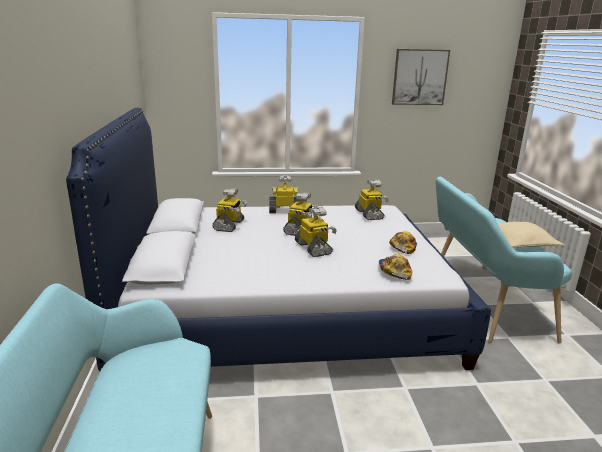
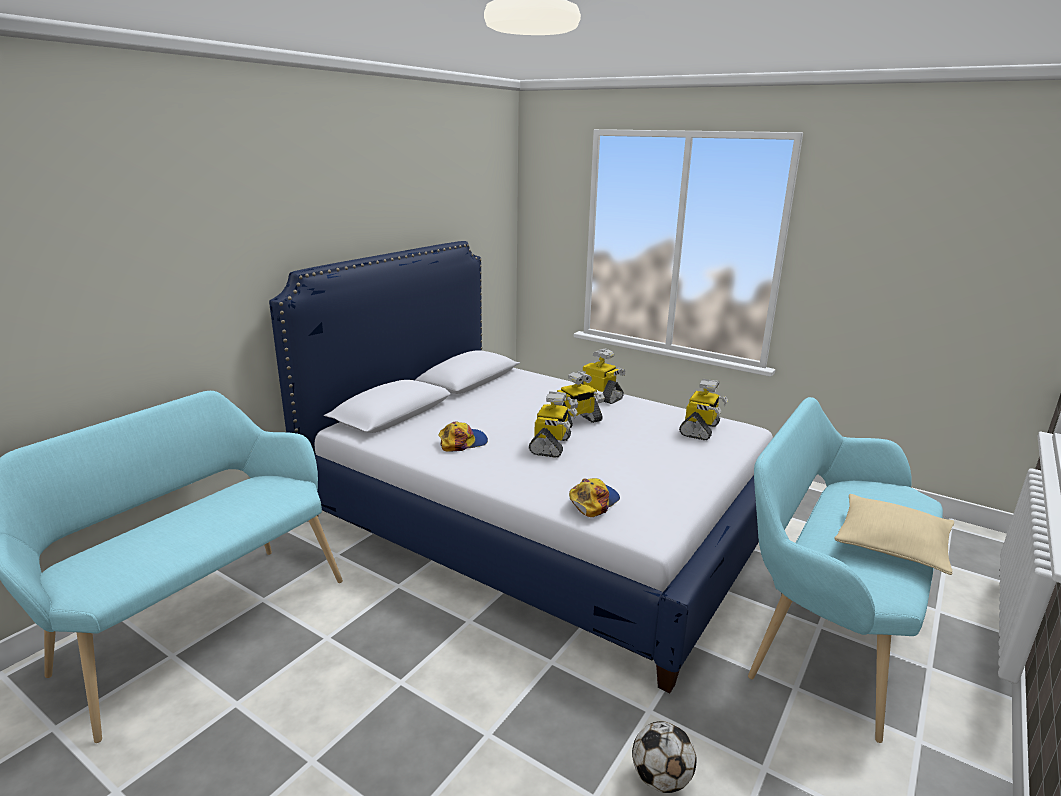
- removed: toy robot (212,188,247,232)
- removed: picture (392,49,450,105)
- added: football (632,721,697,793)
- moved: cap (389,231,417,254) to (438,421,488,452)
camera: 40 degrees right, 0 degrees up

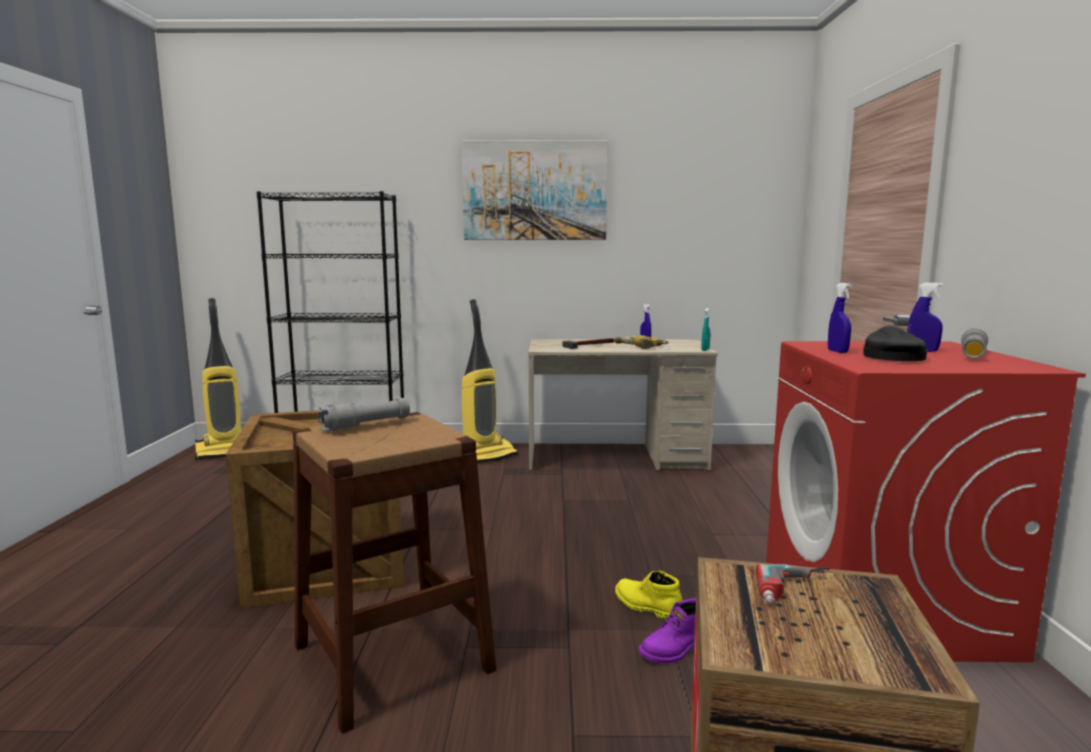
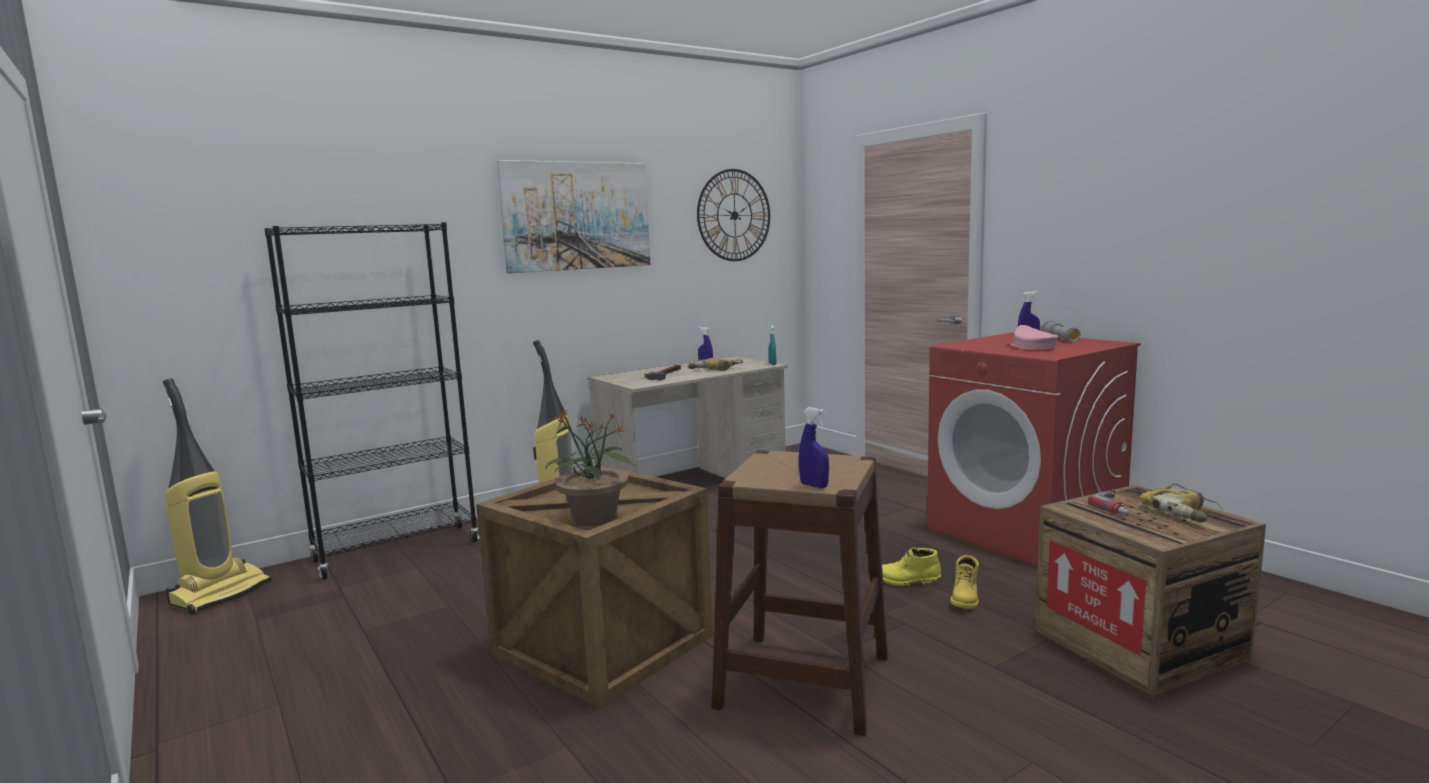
- removed: grey flashlight (318,398,410,431)
- added: potted plant (545,409,637,526)
- added: wall clock (697,169,770,261)
- added: power drill (1140,484,1224,523)
- moved: blue spray bottle (828,283,852,353) to (799,407,829,488)
- recoloured: purple boot (638,598,696,663) to yellow boot (950,555,979,609)
- recoloured: black cap (863,326,927,361) to pink cap (1006,325,1058,350)
camera: 35 degrees left, 0 degrees up

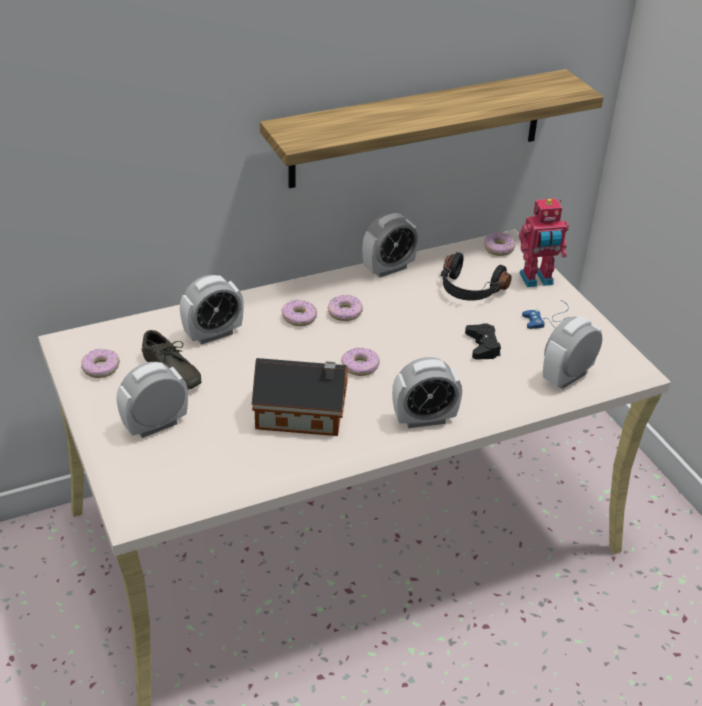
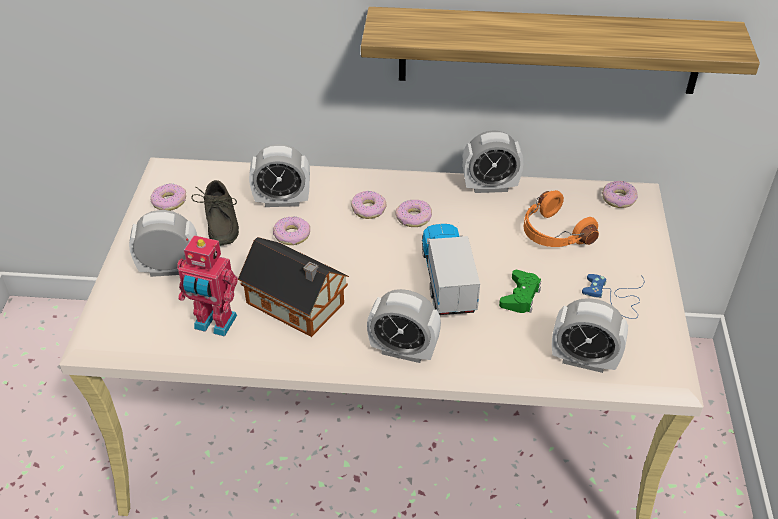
- added: toy truck (422,224,480,315)
- moved: donut (341,347,380,376) to (273,216,310,245)
- moved: toy robot (519,198,569,287) to (177,235,238,337)
- recoloured: black headphones (441,252,512,301) to orange headphones (524,190,599,247)
- recoloured: black game controller (465,323,501,359) to green game controller (499,270,541,313)
- turned: alarm clock (543,316,603,389) = (552,298,628,373) 150 degrees counterclockwise
camera: 30 degrees right, 5 degrees up

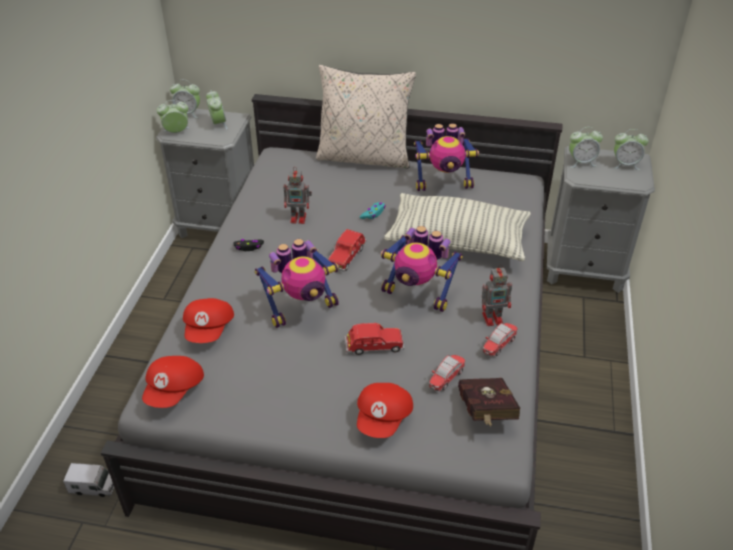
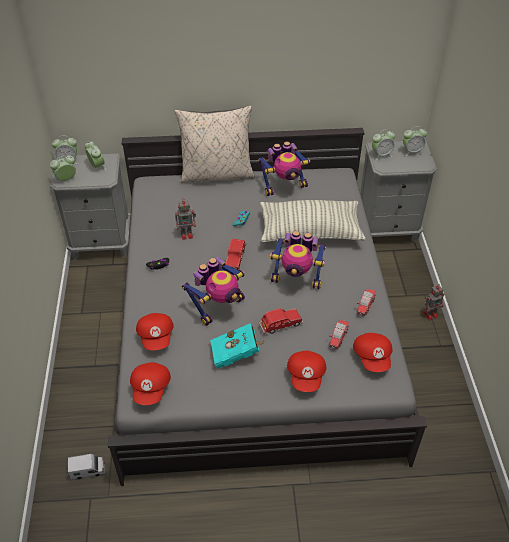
- added: turquoise book (210,323,265,368)
- moved: toy robot (482,265,512,326) to (423,285,444,320)
- replaced: red book (458,378,520,427) to red cap (353,333,393,372)
camera: 15 degrees left, 5 degrees up

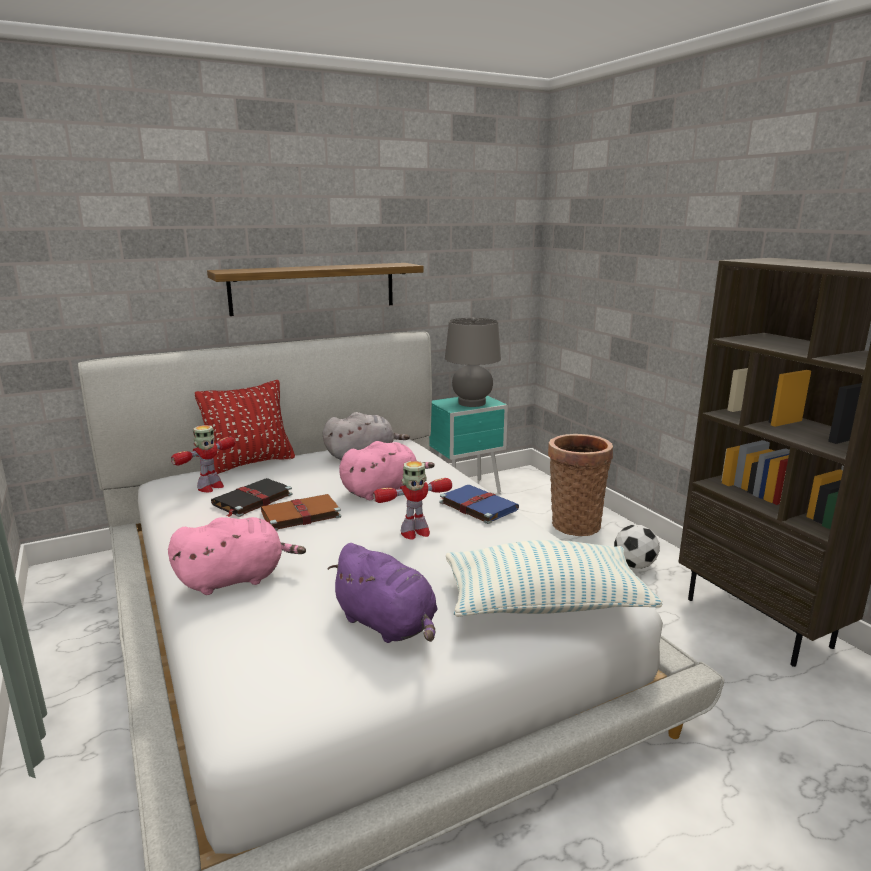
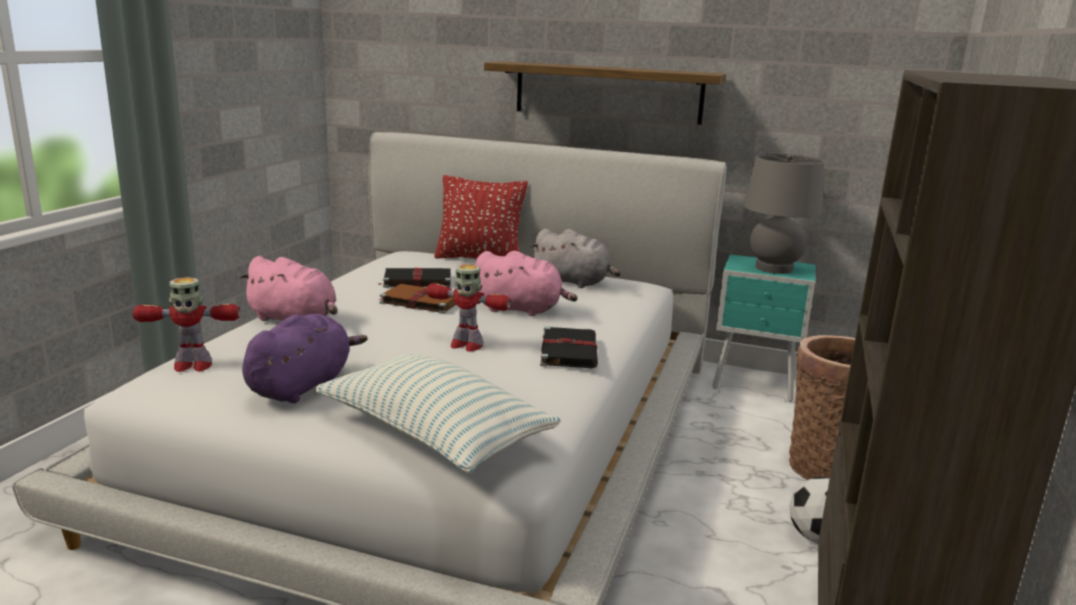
- moved: toy robot (171,425,235,492) to (133,277,240,372)
- recoloured: blue book (439,485,519,524) to black book (540,326,598,369)
- turned: purple plush toy (327,543,438,643) = (242,314,368,403) 150 degrees counterclockwise
camera: 45 degrees right, 0 degrees up

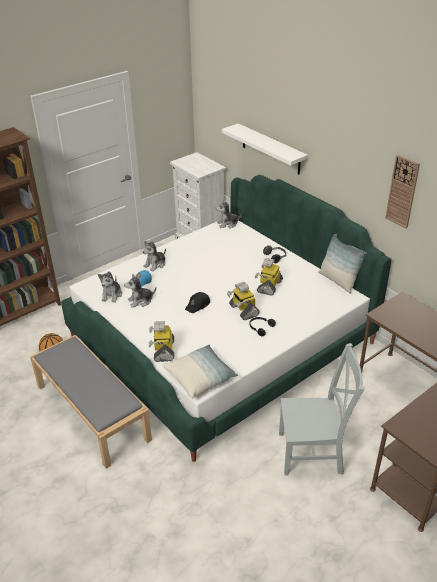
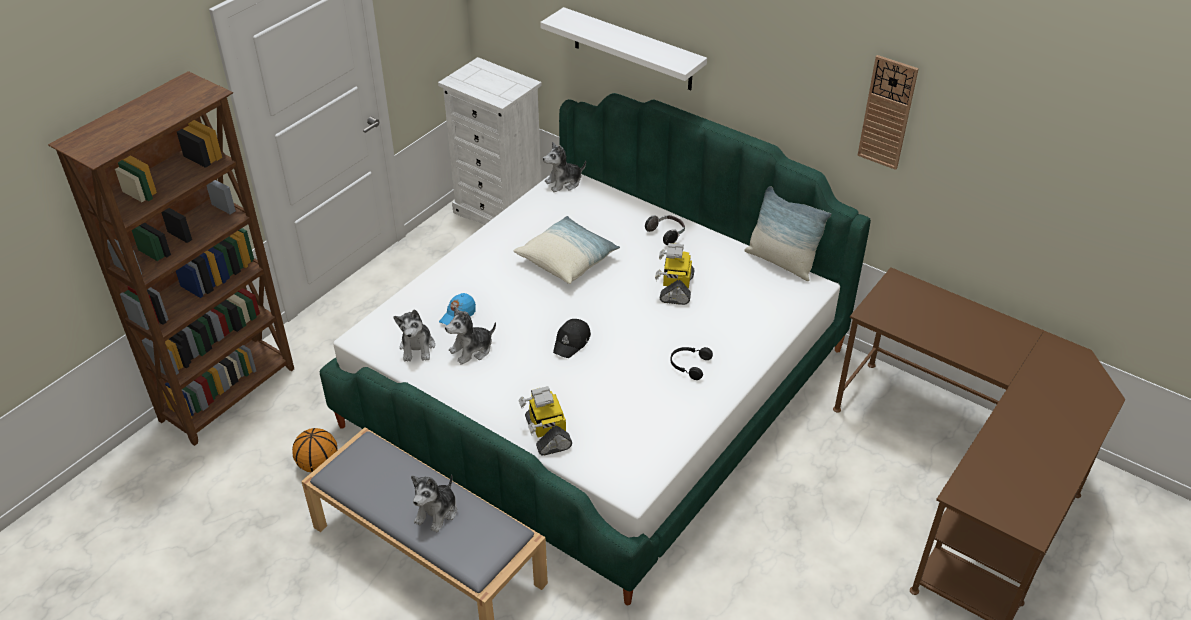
- removed: toy robot (227,282,259,321)
- removed: grey chair (279,343,365,475)
- moved: plush toy (143,241,166,272) to (411,474,457,532)
- moved: pillow (162,345,238,399) to (514,216,620,284)
camera: 15 degrees left, 5 degrees up

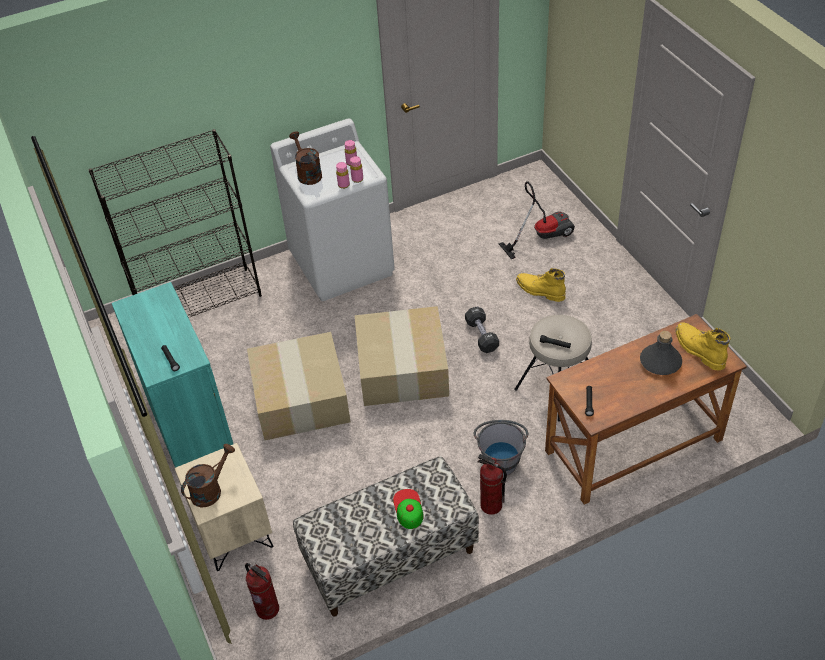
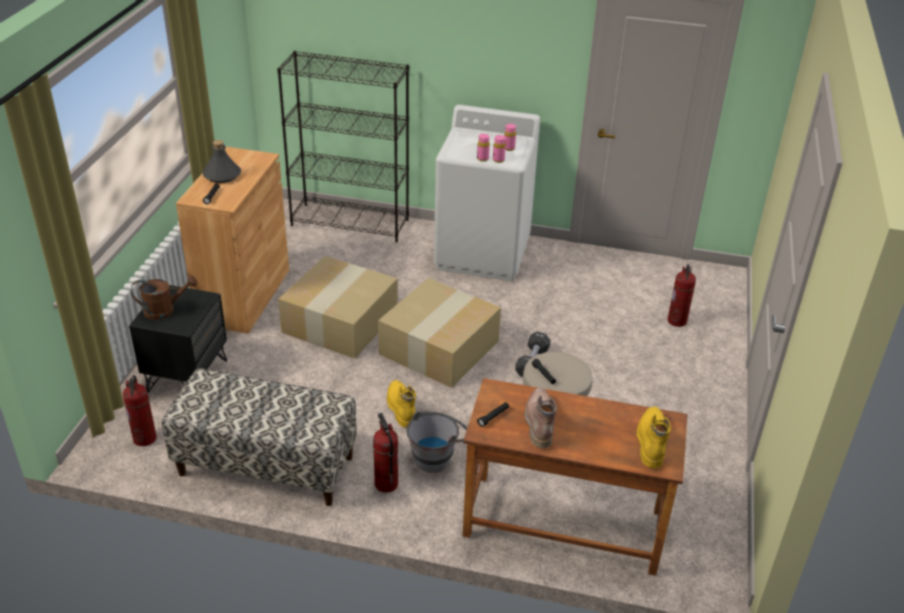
- removed: brown watering can (289,131,322,185)
- removed: cap (393,489,424,529)
- added: brown boot (524,388,557,449)
- moved: yellow boot (516,268,566,302) to (387,380,416,428)
- moved: grey bottle (640,331,682,375) to (202,140,241,183)
- replaced: vacuum cleaner (499,181,575,260) to fire extinguisher (667,264,696,327)
- recoloured: turquoise cabinet (112,282,233,468) to brown cabinet (176,147,289,334)
- recoloured: beige nightstand (175,443,273,571) to black nightstand (129,285,227,393)
camera: 35 degrees right, 10 degrees down

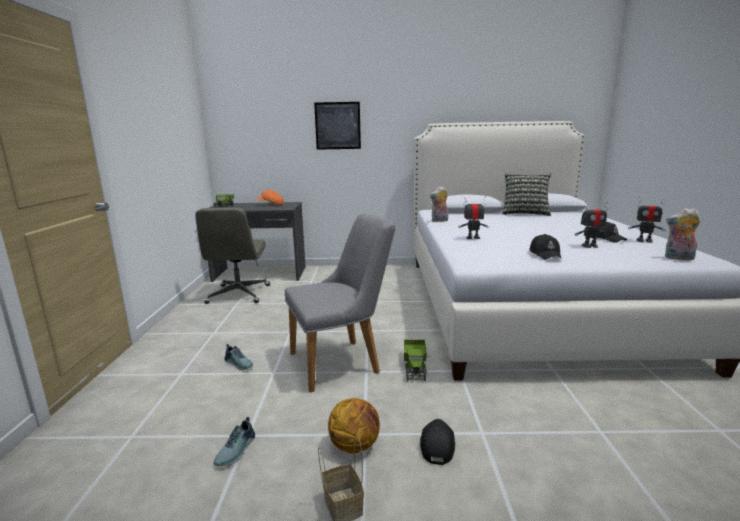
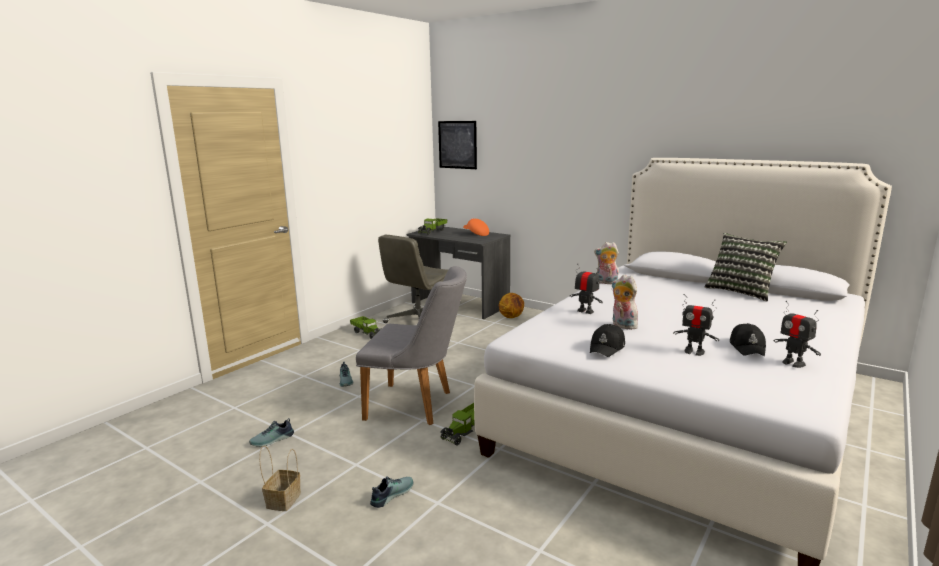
- added: toy truck (350,316,381,339)
- moved: picture (314,102,361,150) to (438,121,477,169)
- moved: basketball (328,398,380,453) to (499,293,524,318)
- moved: plush toy (665,208,700,260) to (612,274,638,330)
- replaced: black cap (420,419,455,465) to shoe (370,476,413,508)
camera: 35 degrees right, 0 degrees up

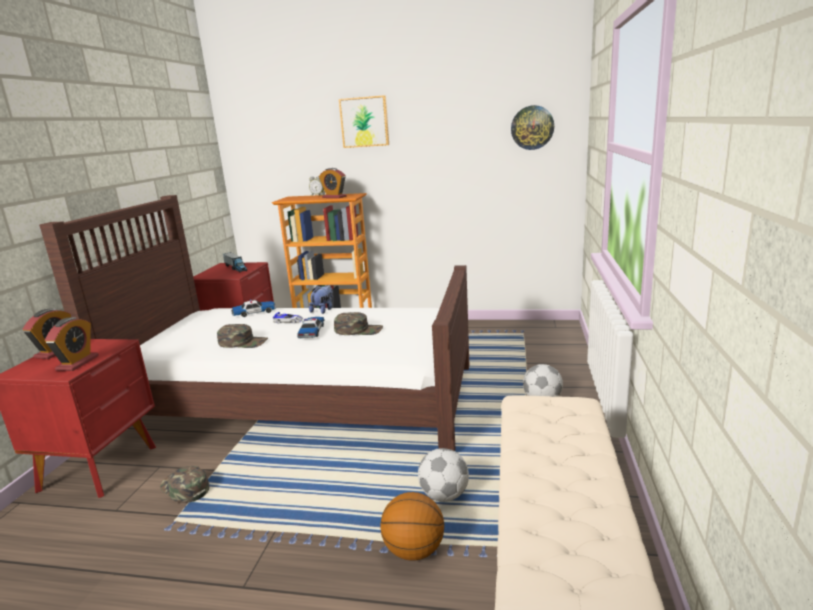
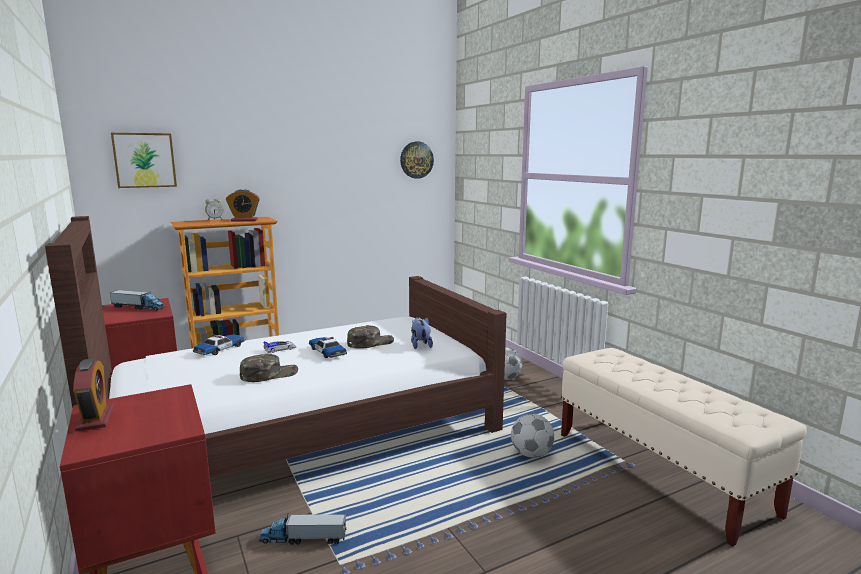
- removed: alarm clock (45,317,99,371)
- removed: basketball (380,492,444,561)
- moved: plush toy (309,285,333,314) to (411,317,433,349)
- moved: picture (339,95,389,148) to (111,133,177,188)
- replaced: green cap (160,466,209,503) to toy truck (259,513,347,545)
camera: 40 degrees left, 5 degrees down

